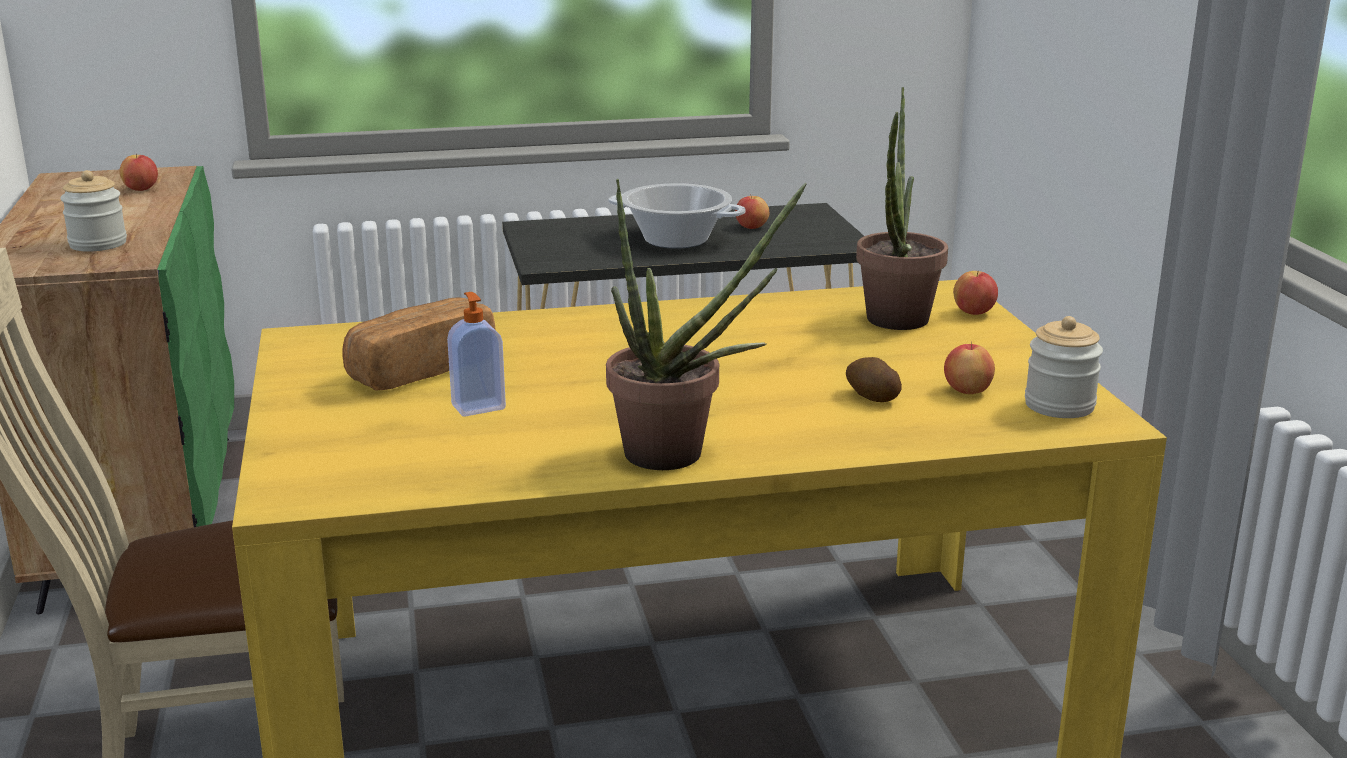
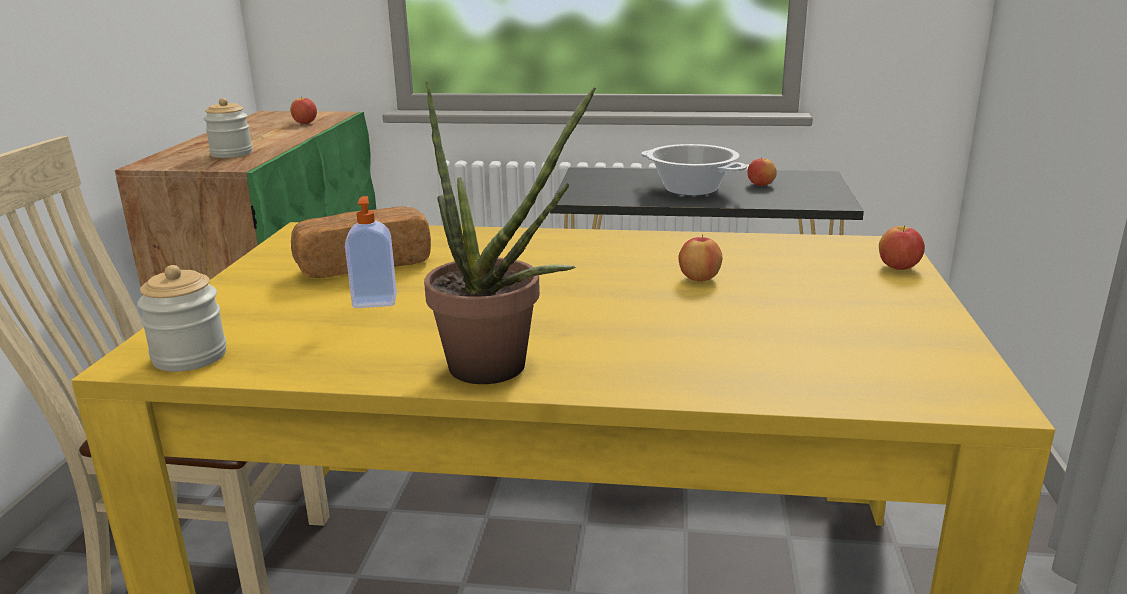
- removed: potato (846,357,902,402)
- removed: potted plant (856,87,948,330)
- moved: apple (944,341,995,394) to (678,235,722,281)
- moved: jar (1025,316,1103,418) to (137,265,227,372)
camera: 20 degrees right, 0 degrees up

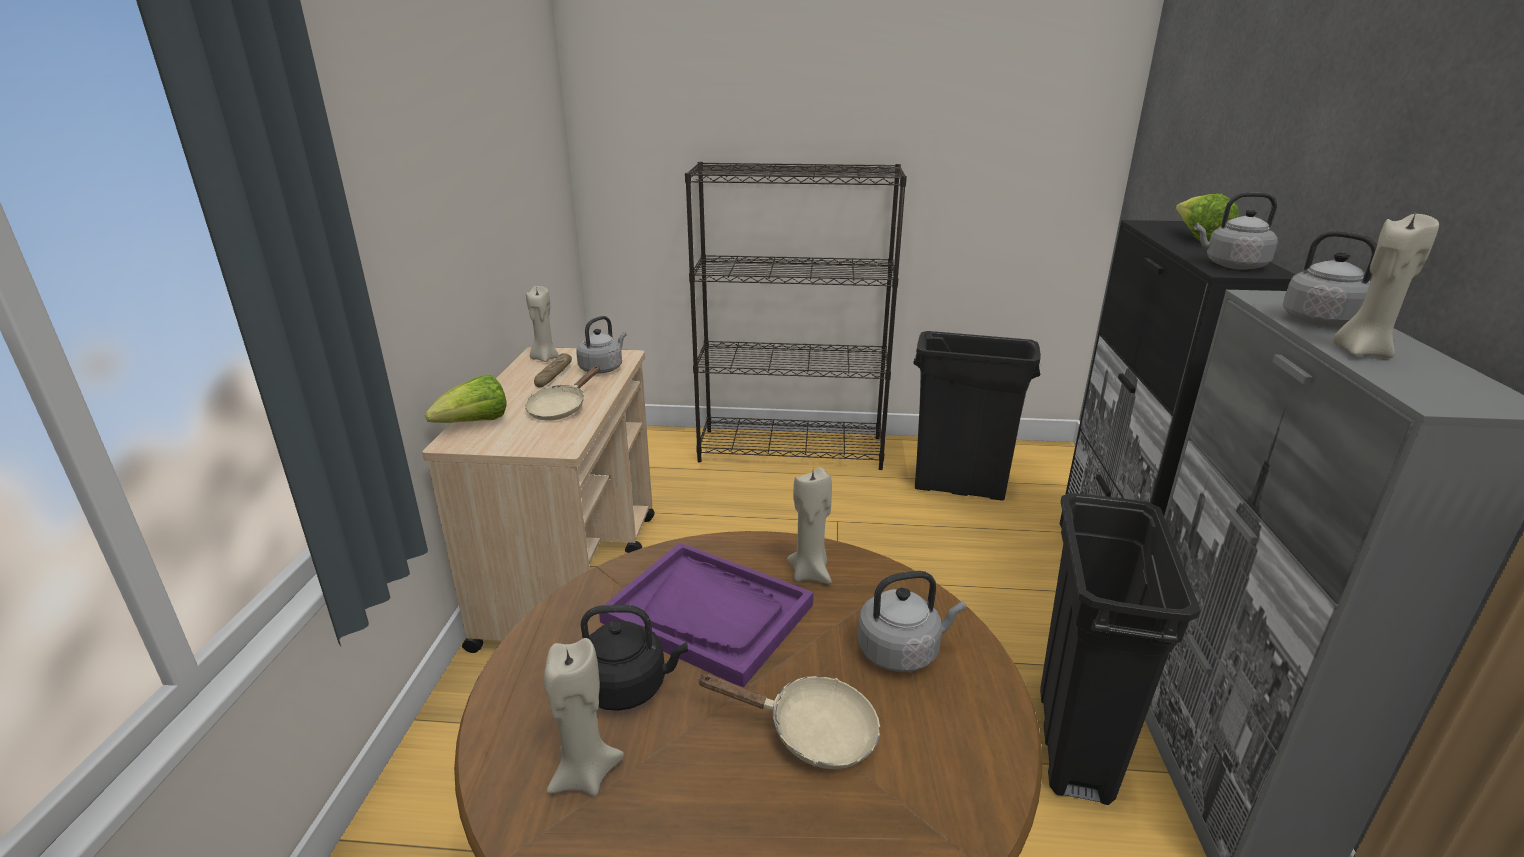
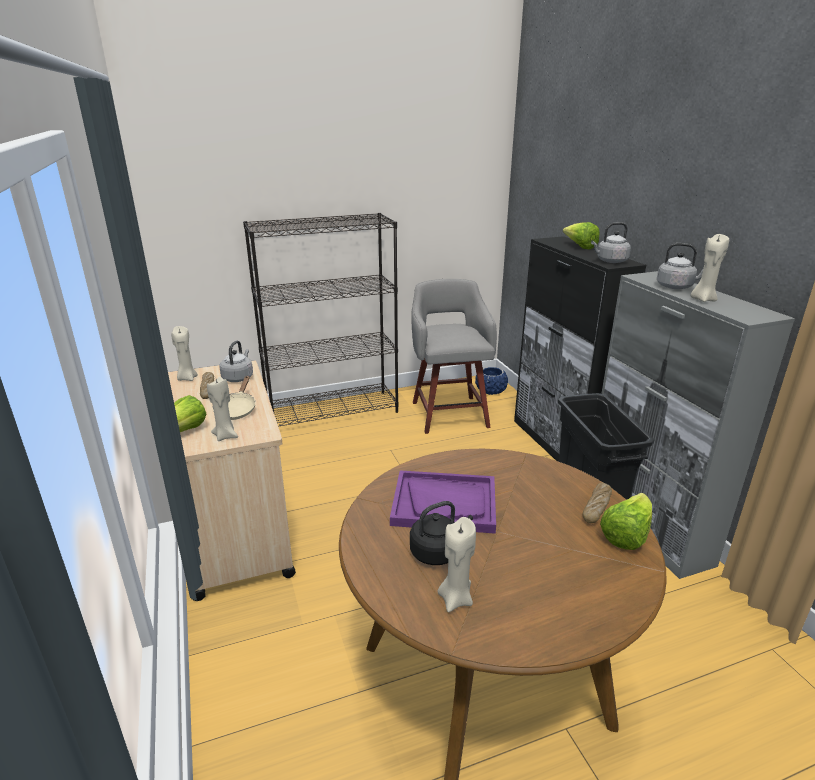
- removed: beige frying pan (697,673,880,769)
- removed: grey kettle (857,571,966,672)
- added: blue planter (475,367,508,395)
- added: bread (583,482,612,523)
- added: lettuce (600,493,652,550)
- moved: beige candle (787,467,832,584) to (207,377,238,441)
- replaced: black trash can (913,331,1041,501) to grey stool (411,279,497,434)
camera: 25 degrees left, 0 degrees up

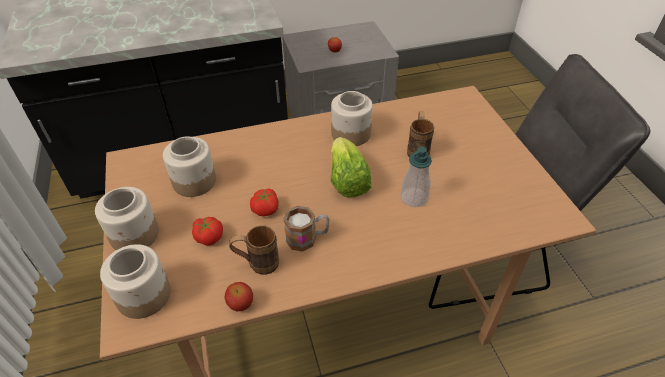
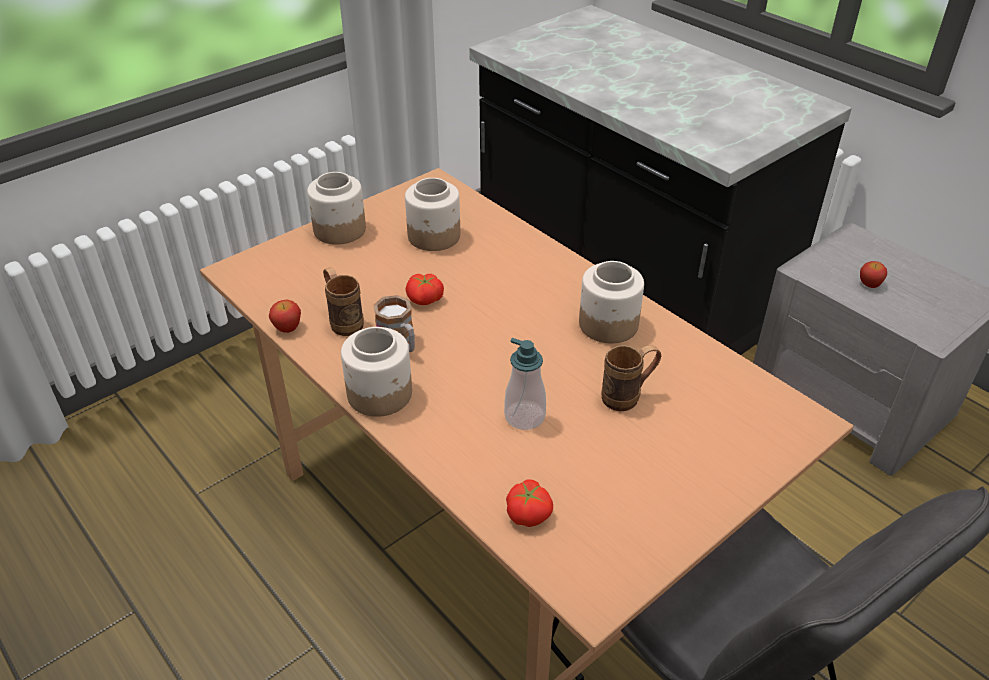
- removed: lettuce (331,137,371,197)
- moved: jar (100,244,171,319) to (341,327,412,417)
- moved: tomato (192,217,223,245) to (506,479,553,527)
camera: 65 degrees right, 5 degrees down

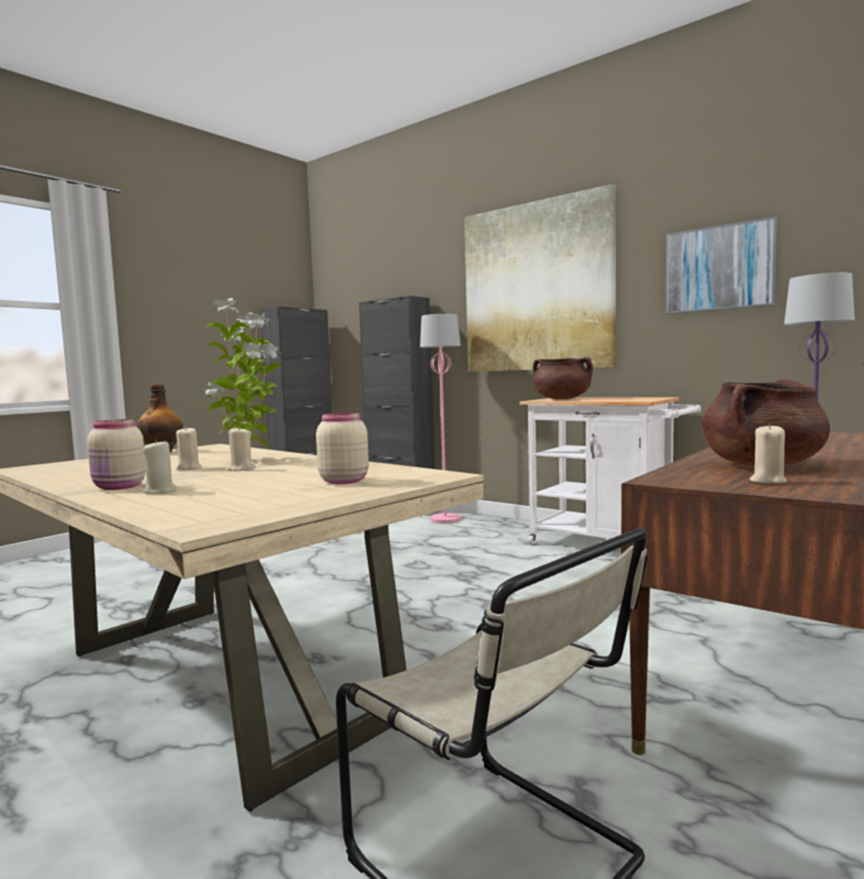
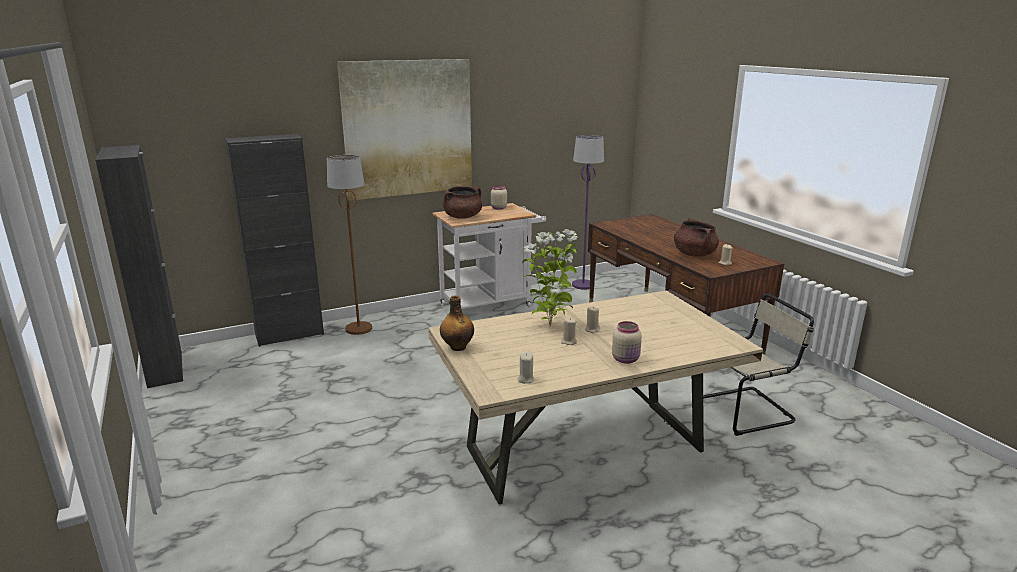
- removed: picture (666,216,777,314)
- moved: beige candle (143,439,177,494) to (517,352,535,384)
- moved: beige jar (316,413,369,484) to (491,185,507,210)
- recoloured: pink floor lamp (420,314,461,523) to brown floor lamp (327,155,372,335)
camera: 65 degrees left, 15 degrees up

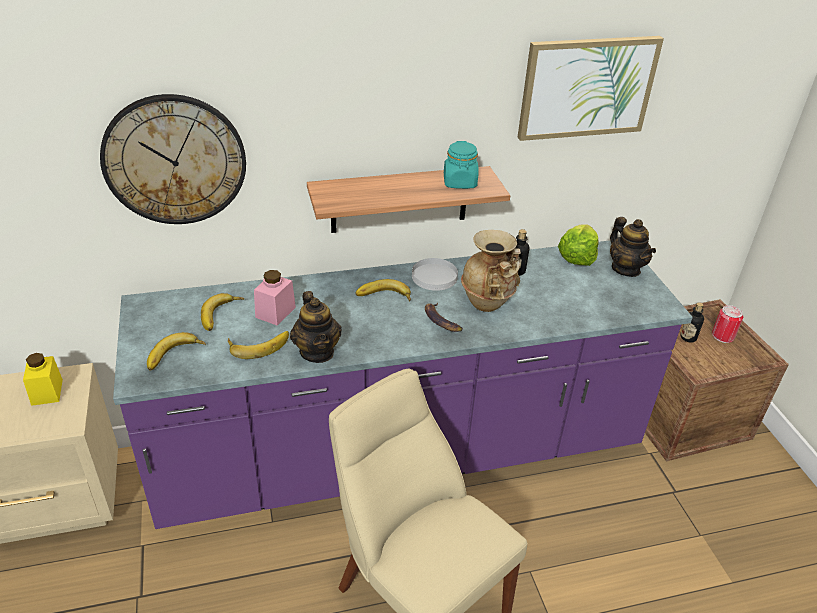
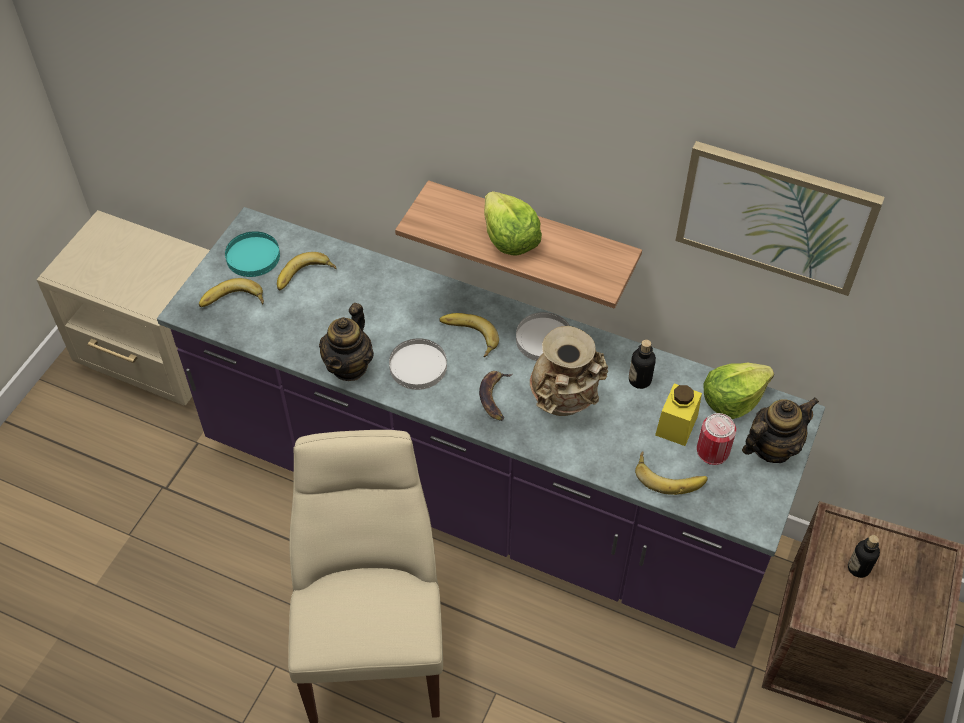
- removed: wall clock (100,94,246,224)
- removed: pink jar (254,270,296,326)
- removed: turquoise jar (444,141,479,189)
- added: turquoise plate (225,231,280,277)
- added: white plate (389,338,447,390)
- added: lettuce (484,191,542,256)
- moved: yellow jar (23,353,63,406) to (655,383,702,446)
- moved: banana (228,331,289,359) to (635,451,708,495)
- moved: can (712,305,743,343) to (697,413,736,465)
- turned: teapot (610,217,656,277) = (742,398,819,463) 135 degrees counterclockwise
camera: 40 degrees right, 15 degrees up

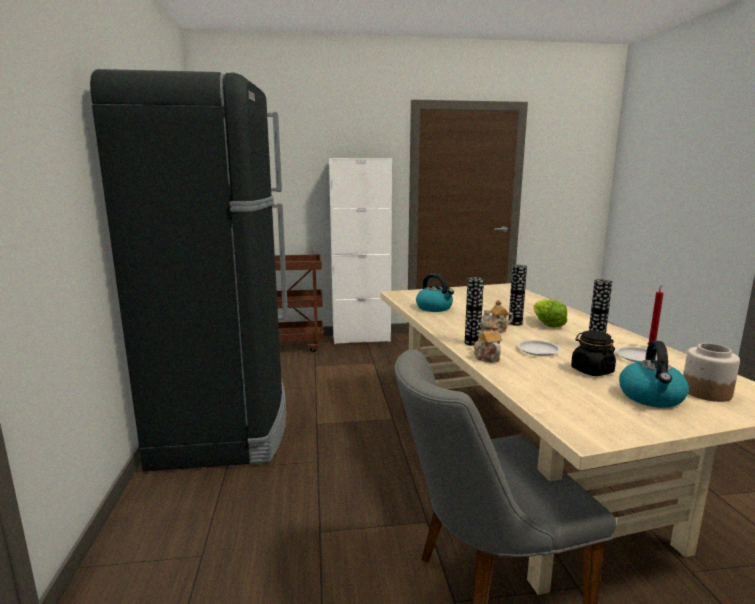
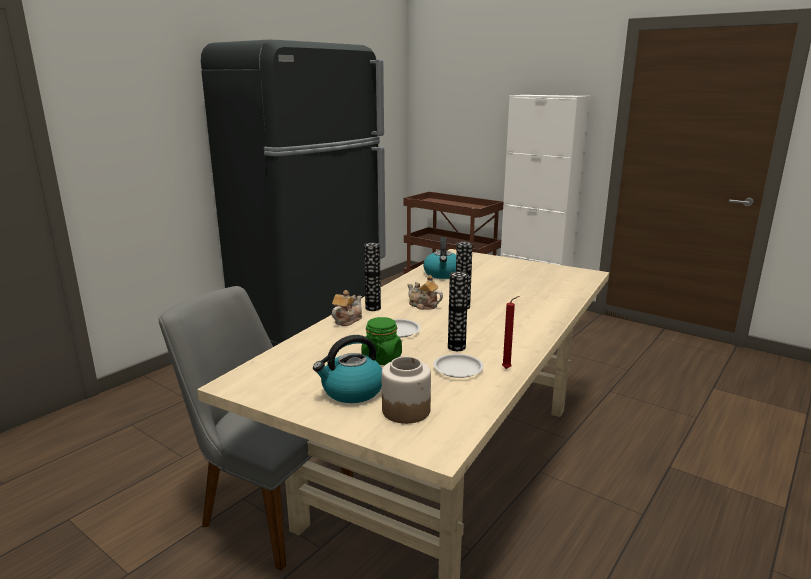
- removed: lettuce (534,299,567,328)
- recoloured: black jar (571,331,616,376) to green jar (361,317,402,365)
camera: 45 degrees right, 5 degrees up

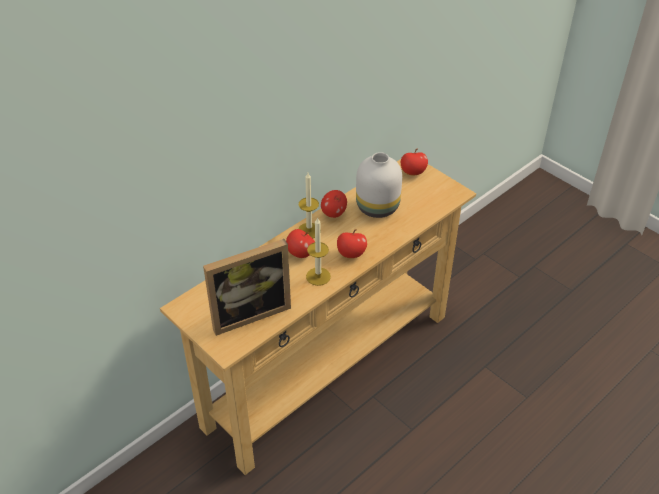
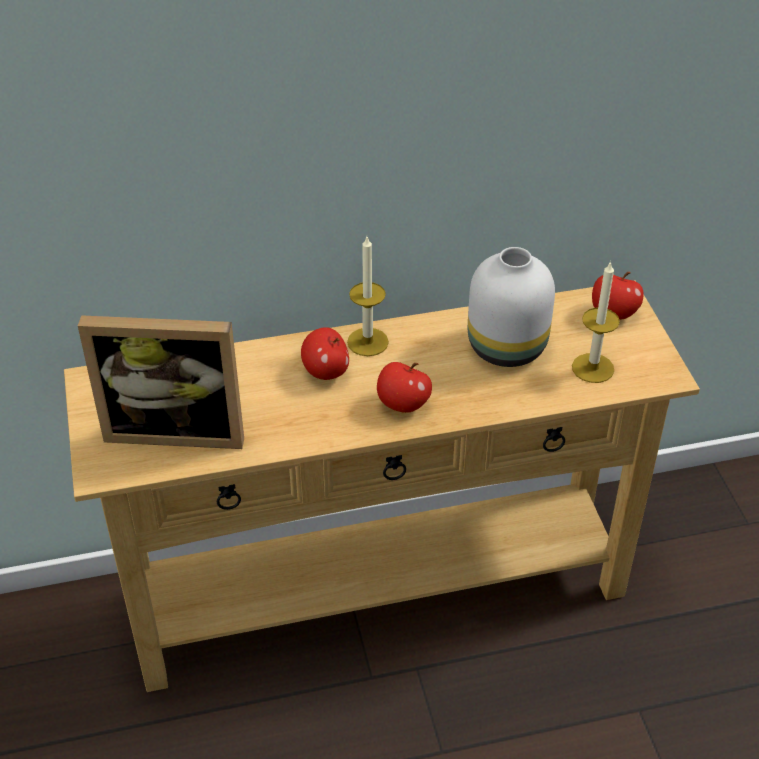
- removed: apple (321,190,347,218)
- moved: candle (306,217,331,286) to (572,261,620,383)
camera: 30 degrees right, 0 degrees up

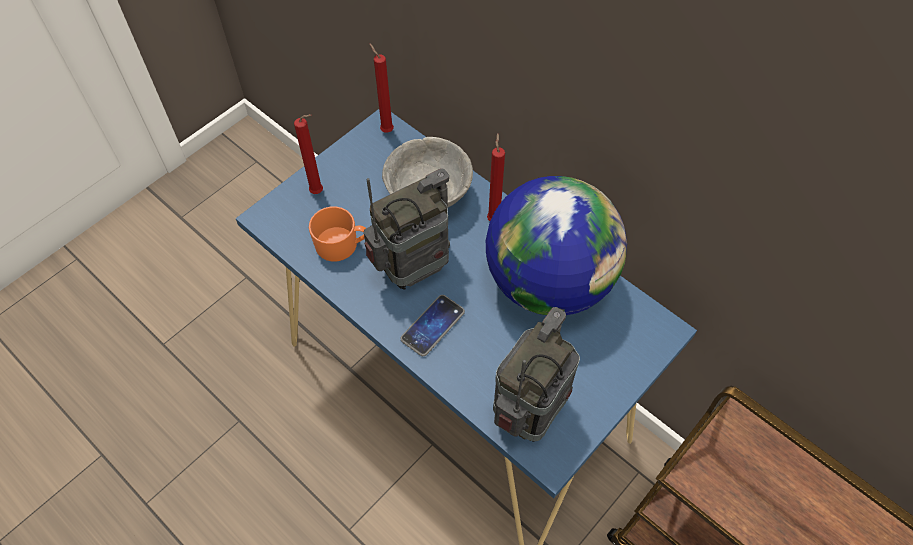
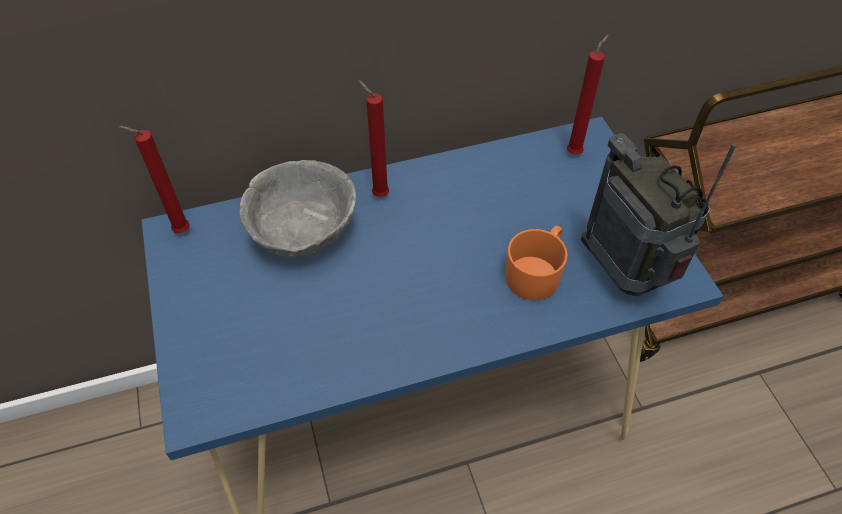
- removed: radio (364,168,450,290)
- removed: phone (400,295,465,356)
- removed: globe (486,176,627,315)
- moved: red candle (294,114,323,194) to (567,34,609,154)
- moved: orange mug (309,207,366,261) to (505,226,568,300)
camera: 60 degrees left, 5 degrees down

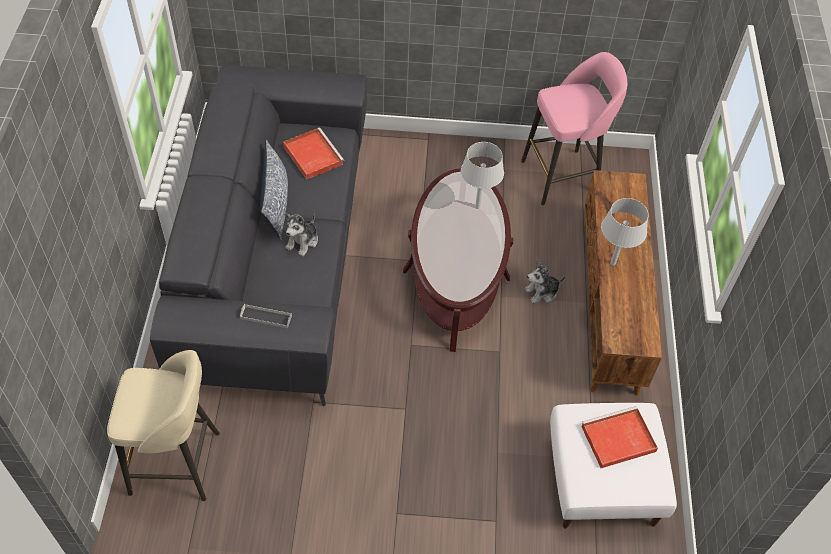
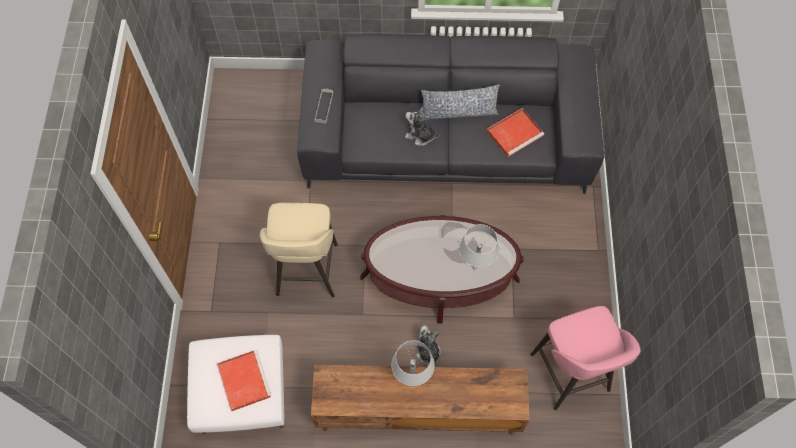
- moved: beige stool (107,350,220,501) to (260,203,338,297)
camera: 90 degrees right, 10 degrees up

